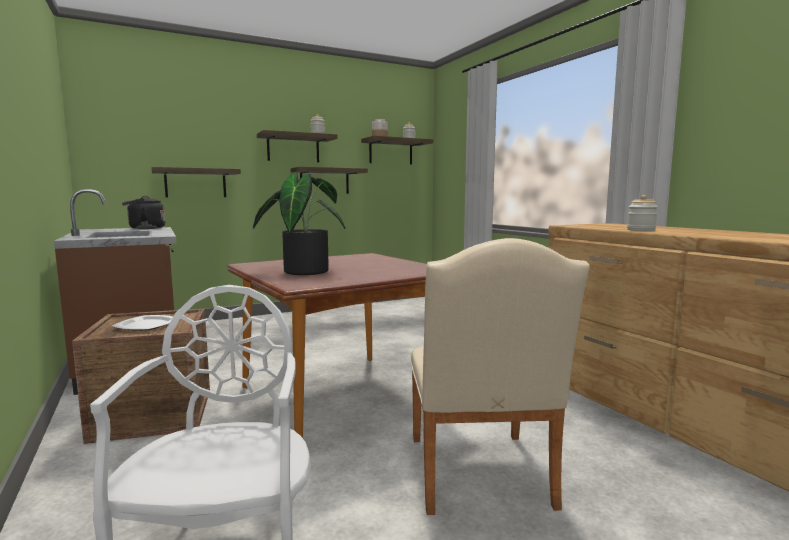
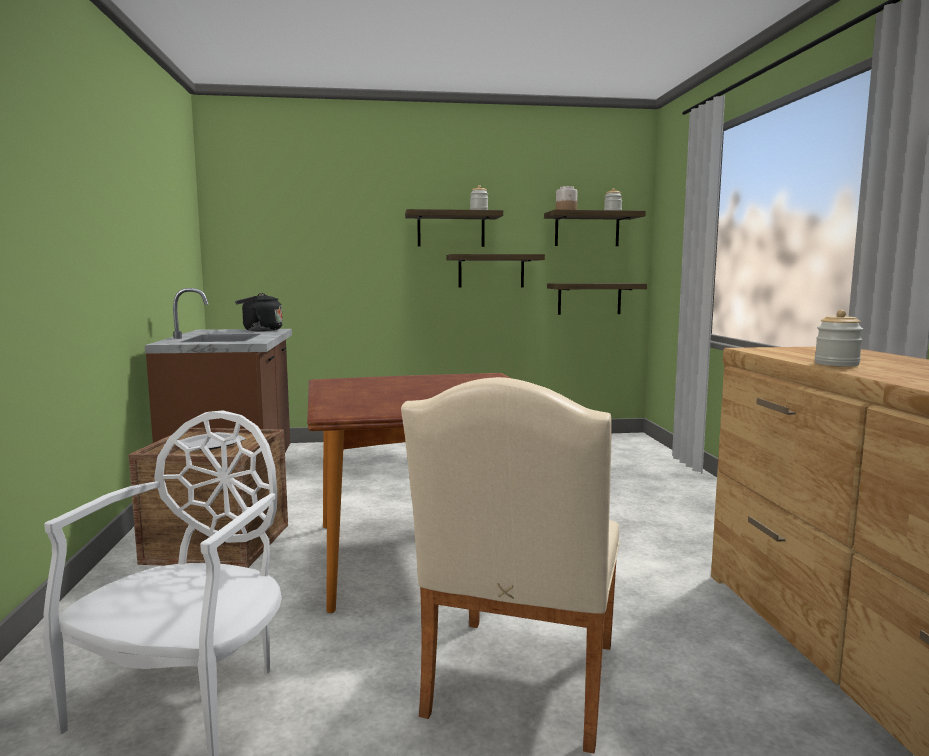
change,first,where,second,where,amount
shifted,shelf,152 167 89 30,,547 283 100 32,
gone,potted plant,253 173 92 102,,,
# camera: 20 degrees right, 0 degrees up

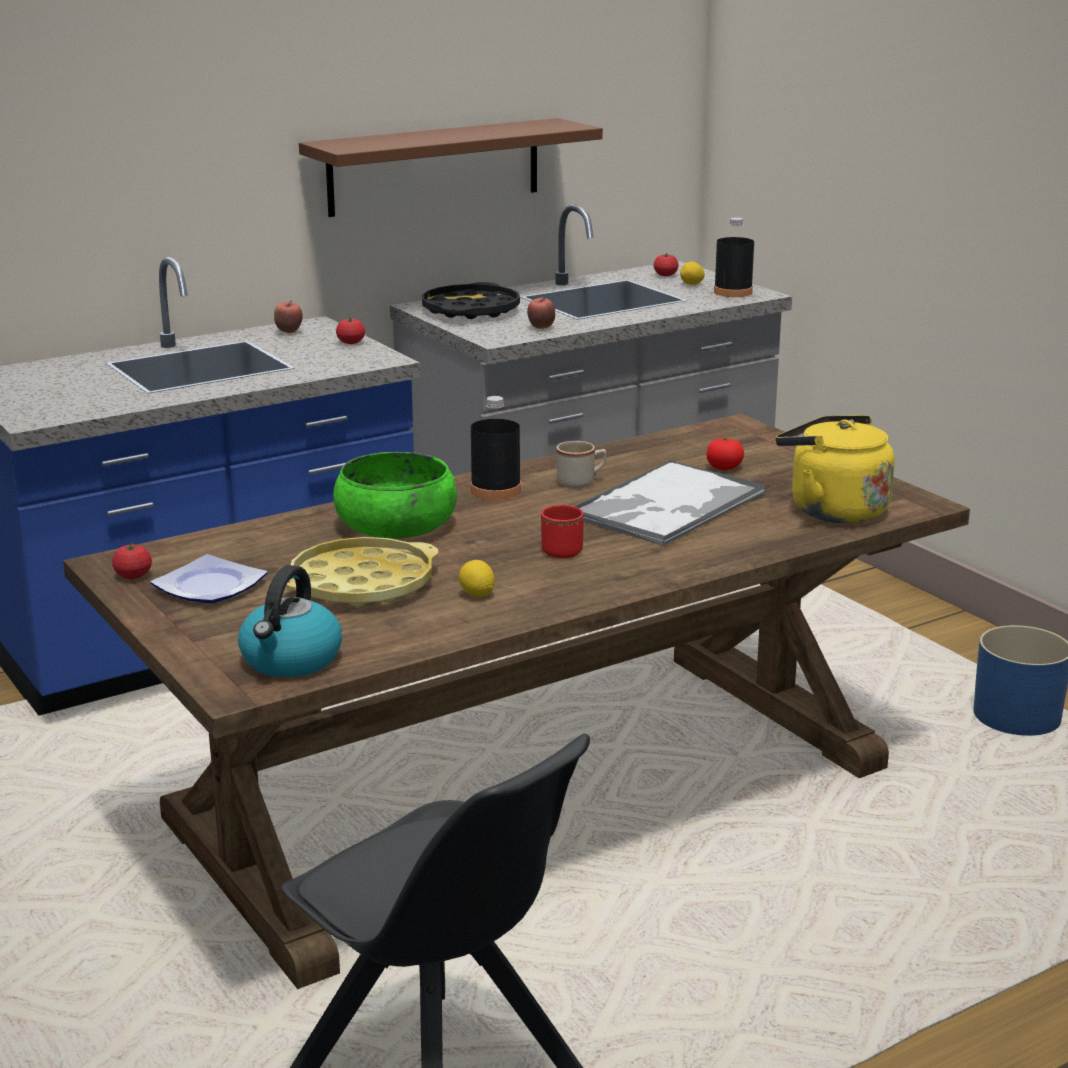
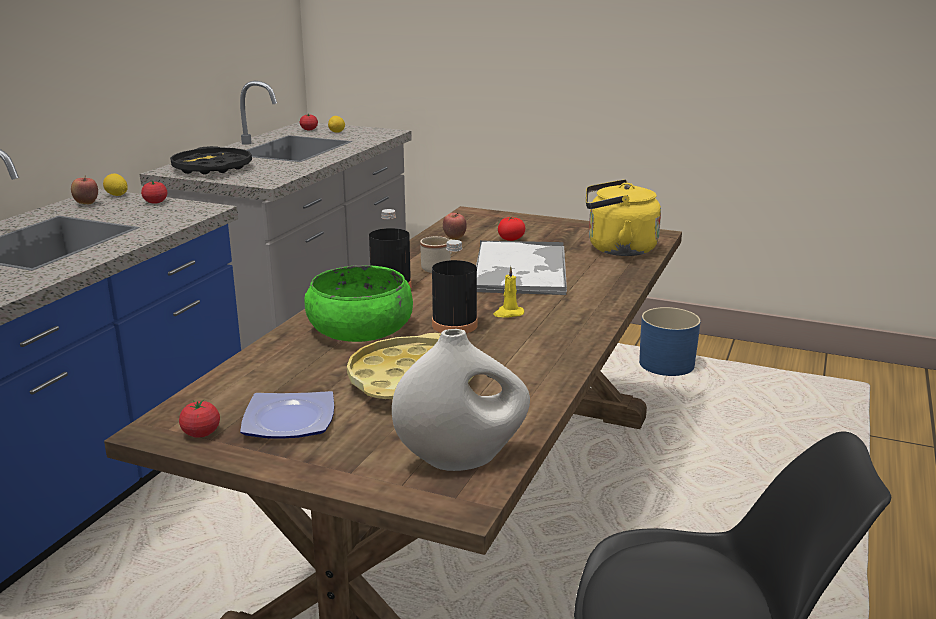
change,first,where,second,where,amount
gone,brown shelf,299 118 304 99,,,
shifted,black bottle,714 218 40 79,,432 240 46 93,
shifted,apple,527 297 28 32,,443 212 24 27,
swapped,red mug,541 505 43 53,yellow candle,493 266 31 51,
shifted,lemon,459 560 36 37,,103 173 25 23,
swapped,kettle,238 565 104 112,white vase,392 329 138 142,
# camera: 35 degrees left, 0 degrees up

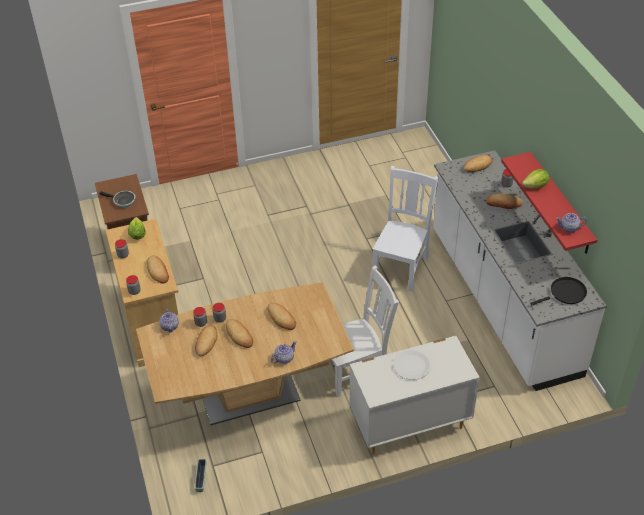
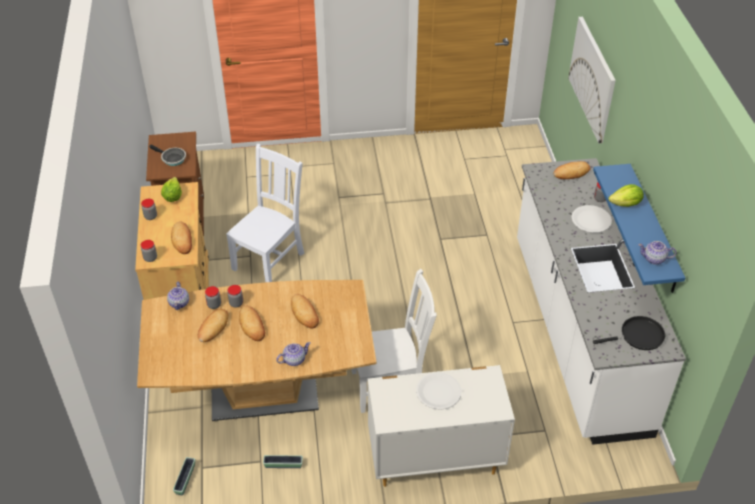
change,first,where,second,where,amount
repainted,red shelf,501 152 96 102,blue shelf,593 164 92 129,
shifted,white chair,372 166 67 126,,226 144 79 138,
swapped,bread,486 193 37 16,white plate,571 205 41 28,
new,,,picture,568 17 48 127,
new,,,planter,263 455 40 13,
# camera: 10 degrees right, 0 degrees up

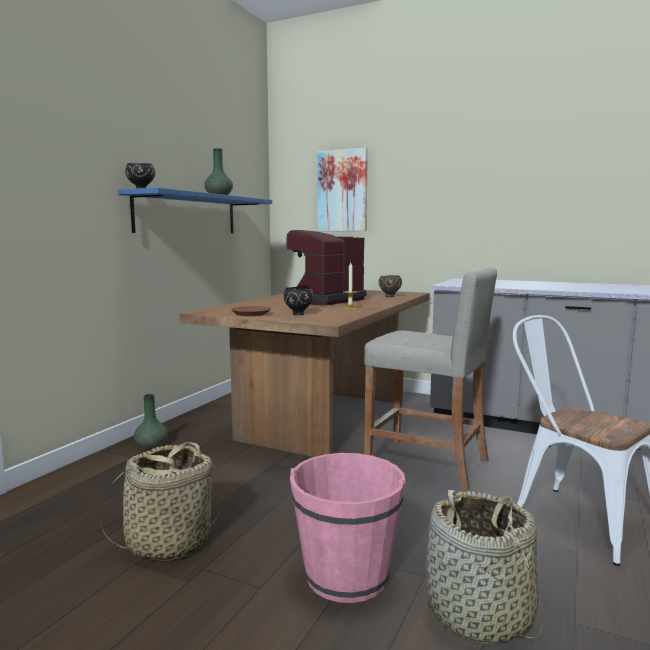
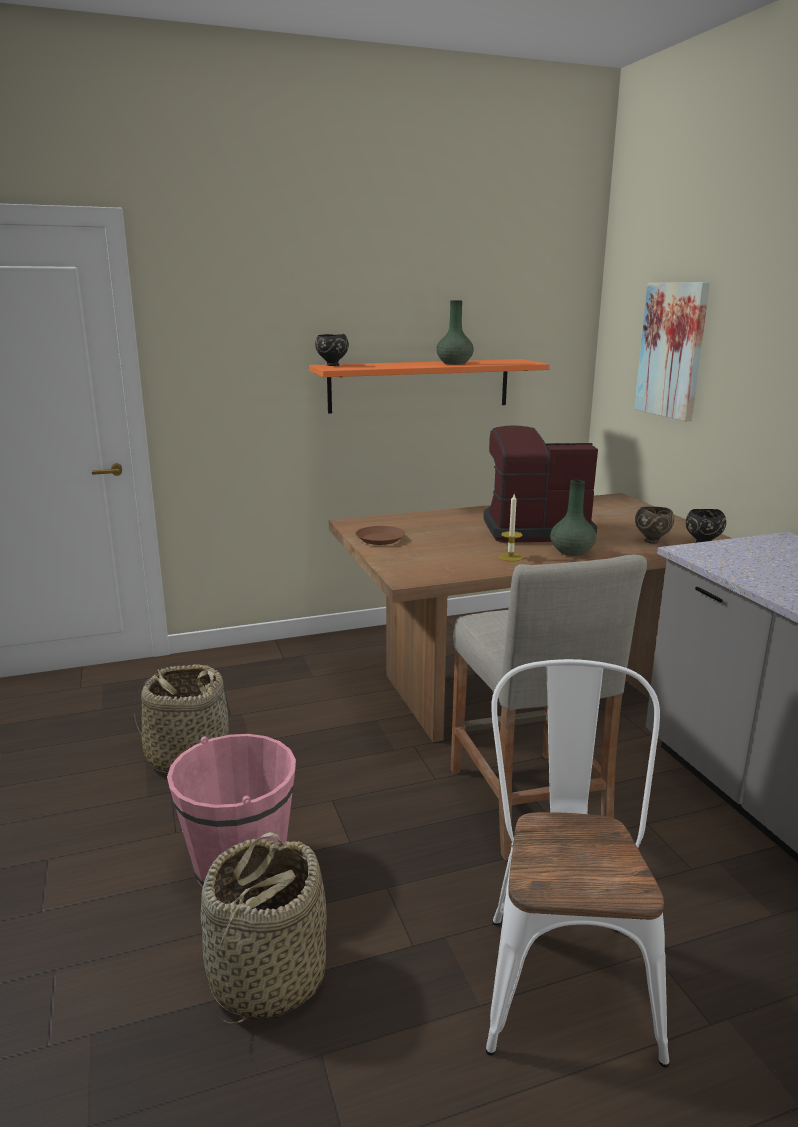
change,first,where,second,where,amount
repainted,blue shelf,118 188 154 45,orange shelf,309 359 241 55,
shifted,black bowl,283 286 30 29,,686 509 40 34,
shifted,green vase,134 394 34 55,,550 480 46 76,
# camera: 45 degrees right, 10 degrees up

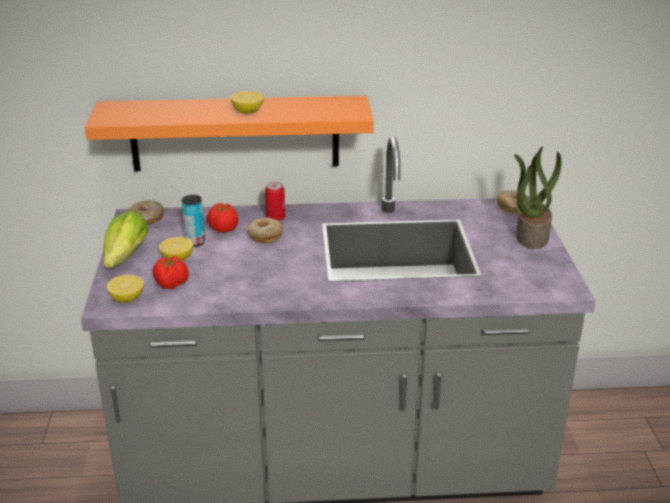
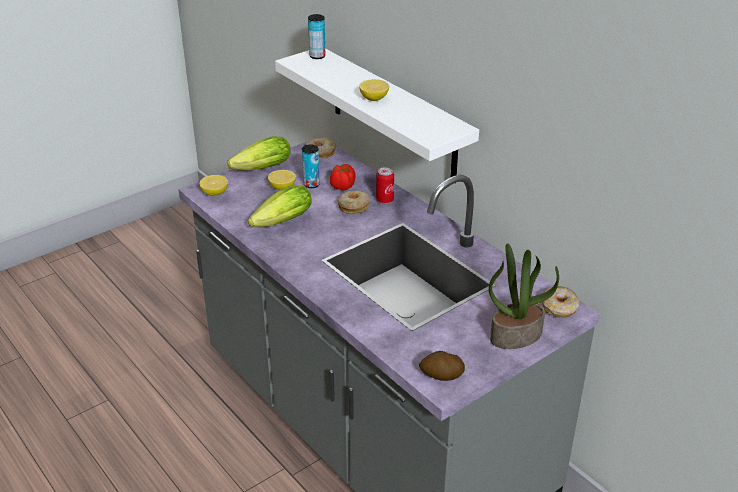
change,first,where,second,where,amount
repainted,orange shelf,85 96 289 75,white shelf,275 49 204 135,
gone,tomato,152 256 37 33,,,
new,,,can,308 14 17 45,
new,,,lettuce,248 185 64 42,
new,,,potato,419 351 46 30,
# camera: 55 degrees right, 5 degrees up

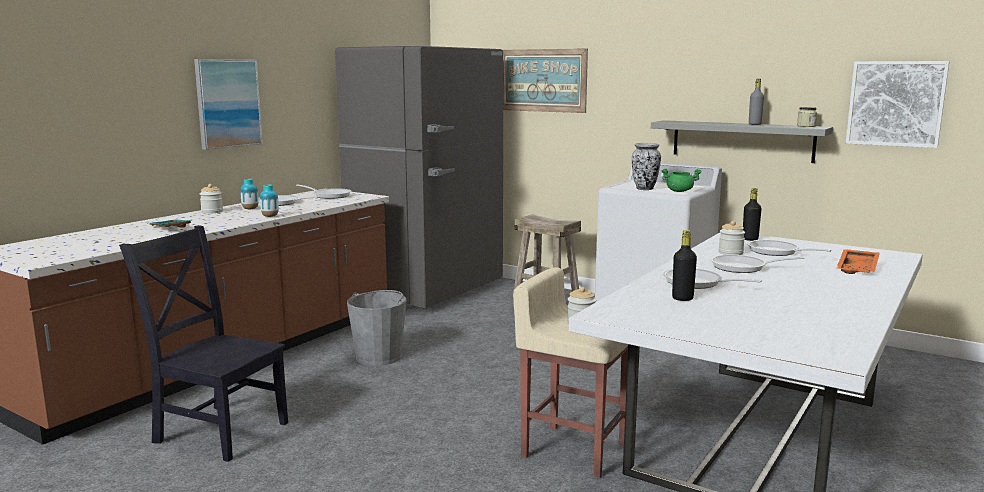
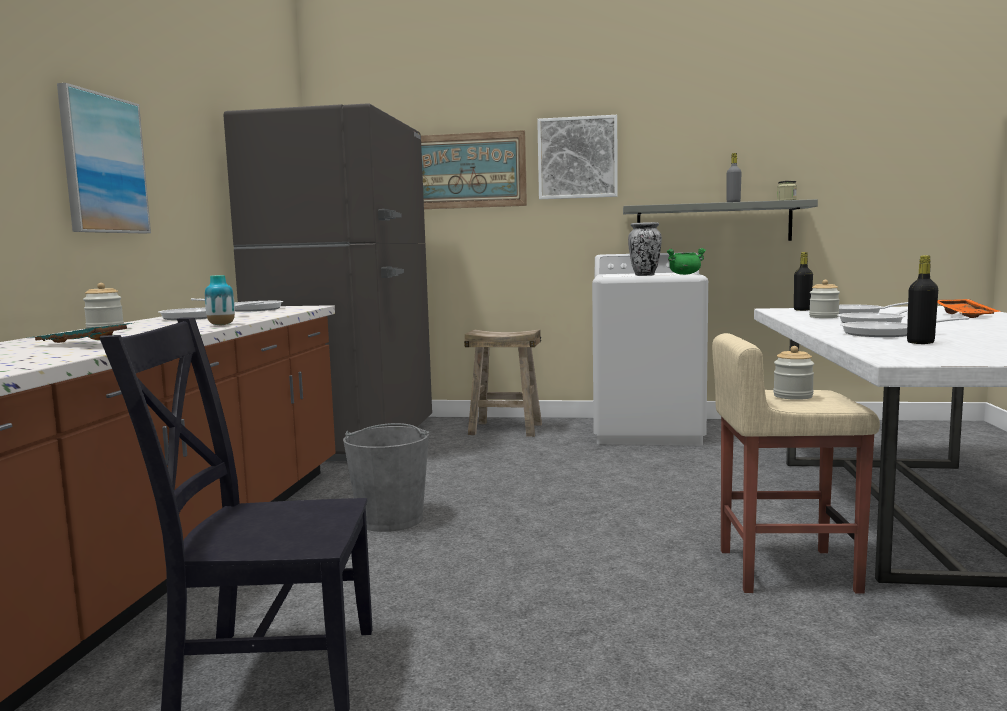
change,first,where,second,where,amount
shifted,picture,846 61 104 87,,537 115 81 84,
gone,vase,241 179 17 31,,,
# camera: 25 degrees left, 5 degrees down

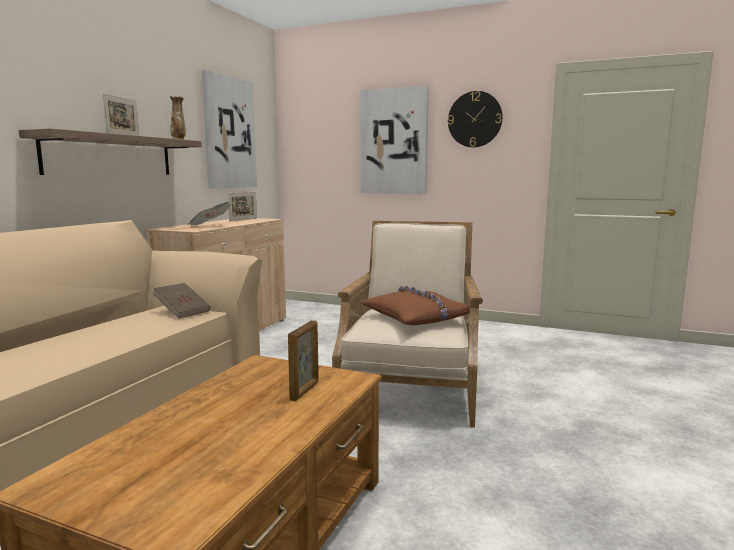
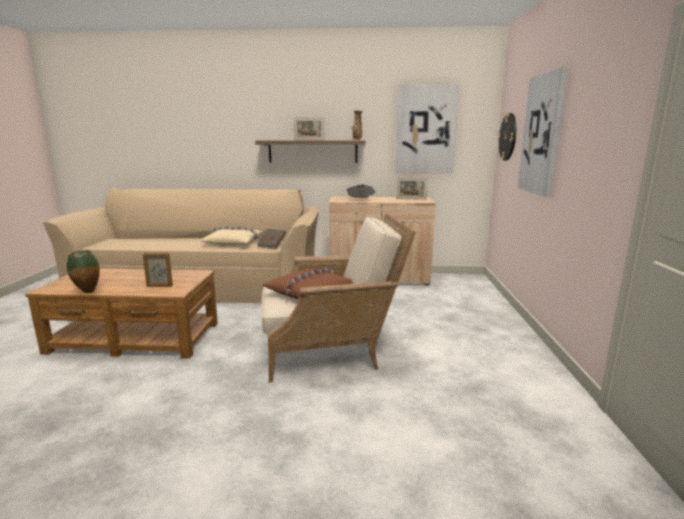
change,first,where,second,where,amount
shifted,wall clock,448 91 55 56,,497 113 19 48,
new,,,beige pillow,200 226 63 19,
new,,,vase,67 250 33 43,
# camera: 70 degrees right, 5 degrees up

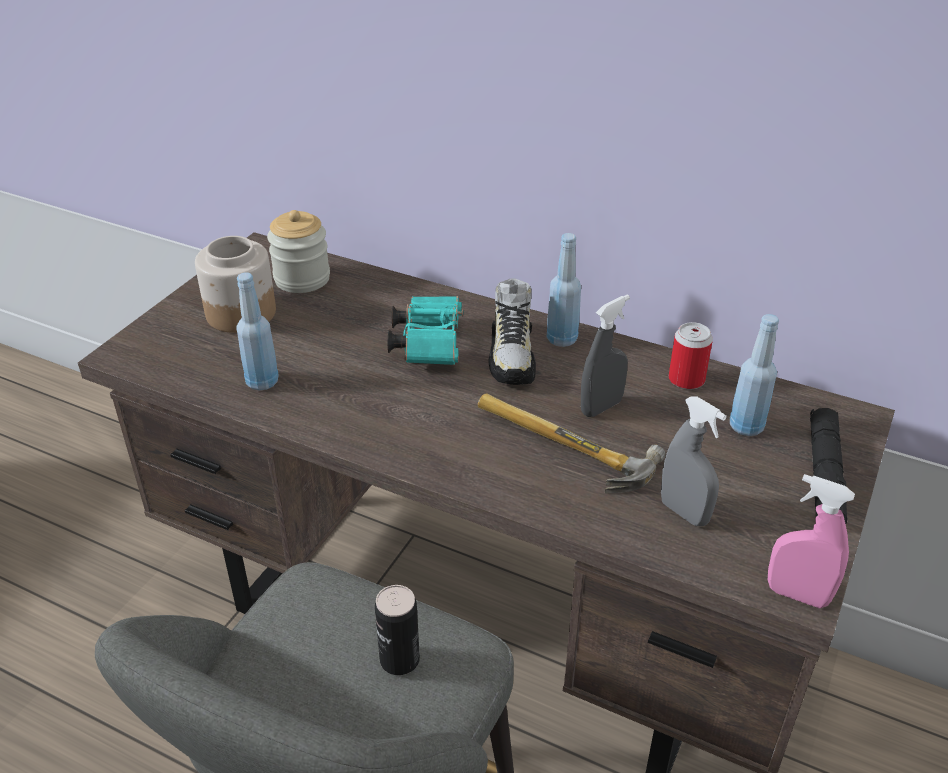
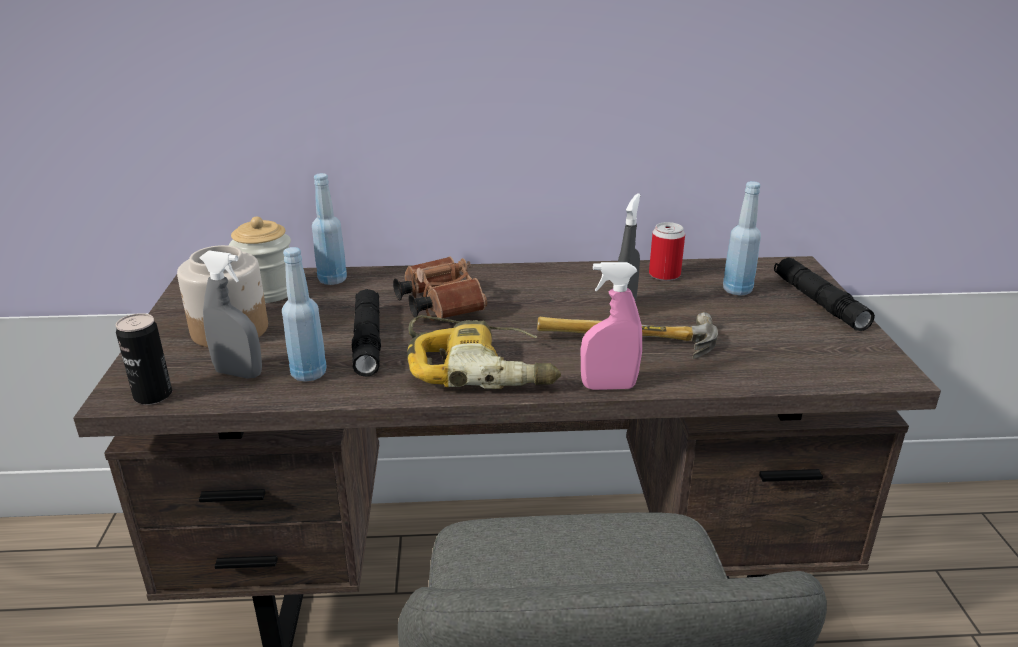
change,first,where,second,where,amount
shifted,blue bottle,547 233 34 114,,312 173 35 112,
gone,shoe,488 279 48 106,,,
repainted,turquoise binoculars,388 296 75 69,brown binoculars,393 256 94 65,
shifted,grey spray bottle,661 396 66 130,,199 251 63 128,
shifted,pink spray bottle,768 474 87 134,,581 262 61 128,
shifted,can,375 585 45 90,,116 313 56 92,
new,,,black flashlight,352 289 29 88,
new,,,power drill,407 315 154 74,
# camera: 30 degrees left, 10 degrees down

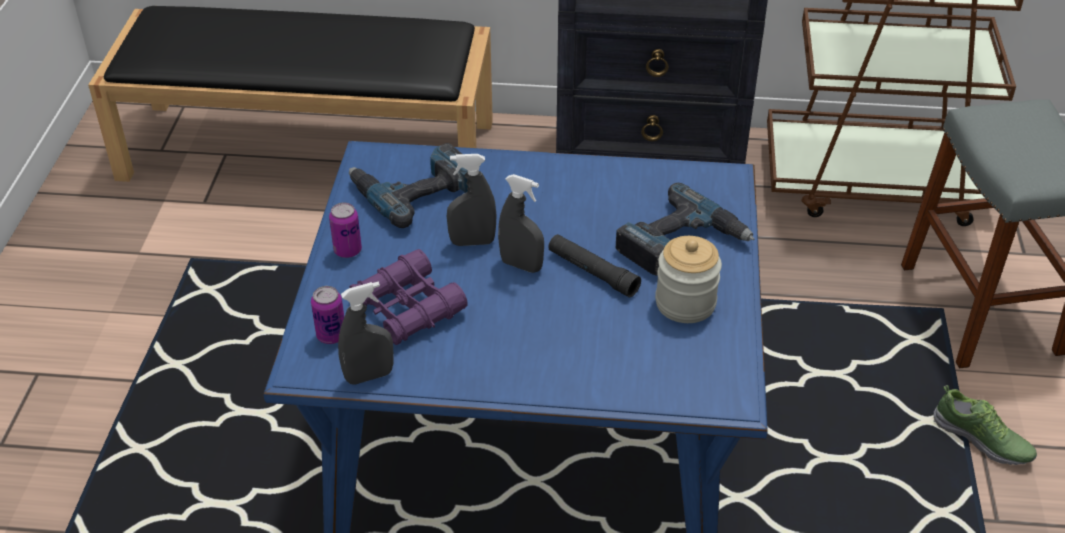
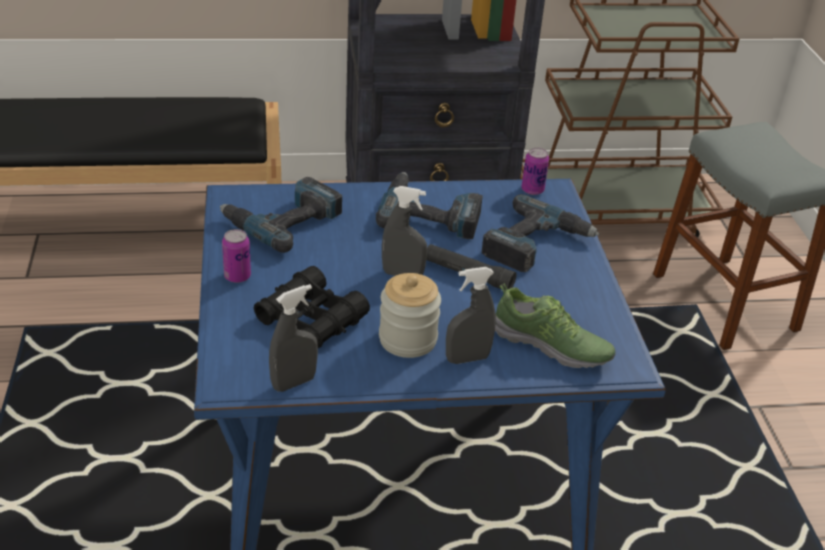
change,first,where,second,where,amount
shifted,grey spray bottle,447 154 50 92,,446 267 50 97,
shifted,jar,655 236 67 87,,379 273 62 85,
repainted,purple binoculars,349 249 119 96,black binoculars,254 266 116 82,
shifted,can,311 286 33 58,,521 148 28 47,
shifted,shoe,934 385 103 80,,495 283 121 85,
new,,,power drill,376 172 107 67,
# camera: 15 degrees left, 5 degrees down

